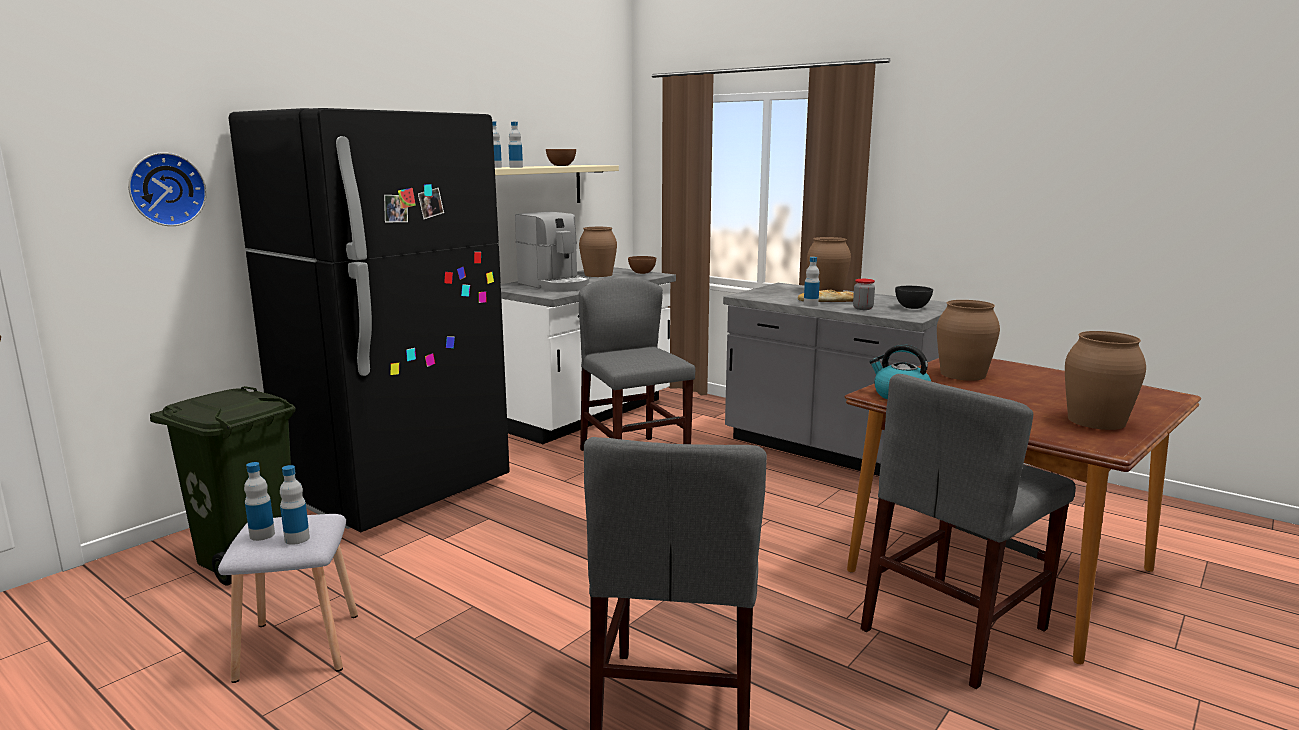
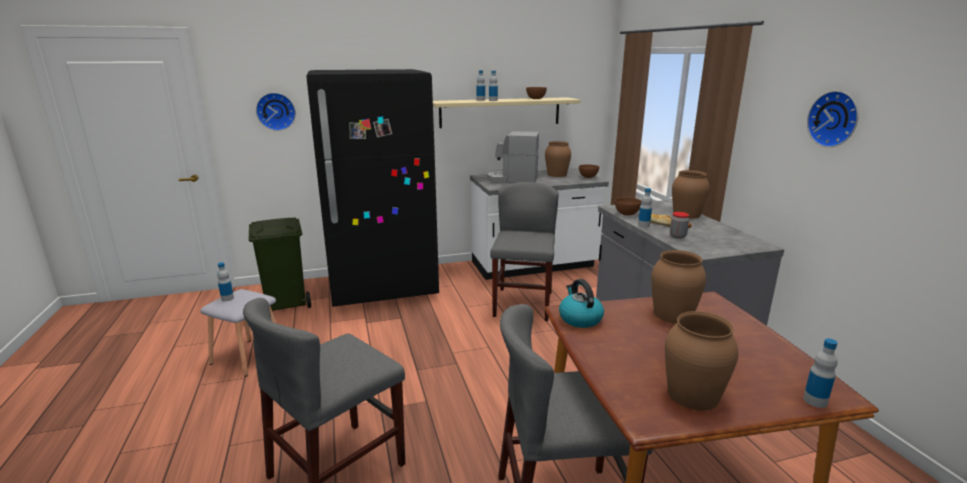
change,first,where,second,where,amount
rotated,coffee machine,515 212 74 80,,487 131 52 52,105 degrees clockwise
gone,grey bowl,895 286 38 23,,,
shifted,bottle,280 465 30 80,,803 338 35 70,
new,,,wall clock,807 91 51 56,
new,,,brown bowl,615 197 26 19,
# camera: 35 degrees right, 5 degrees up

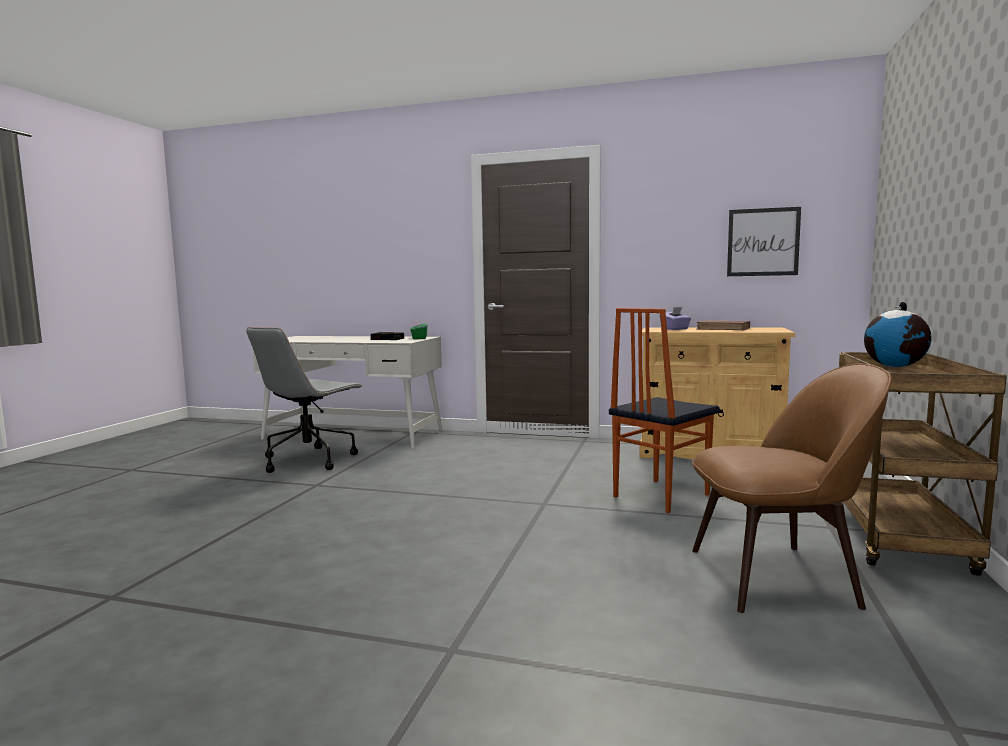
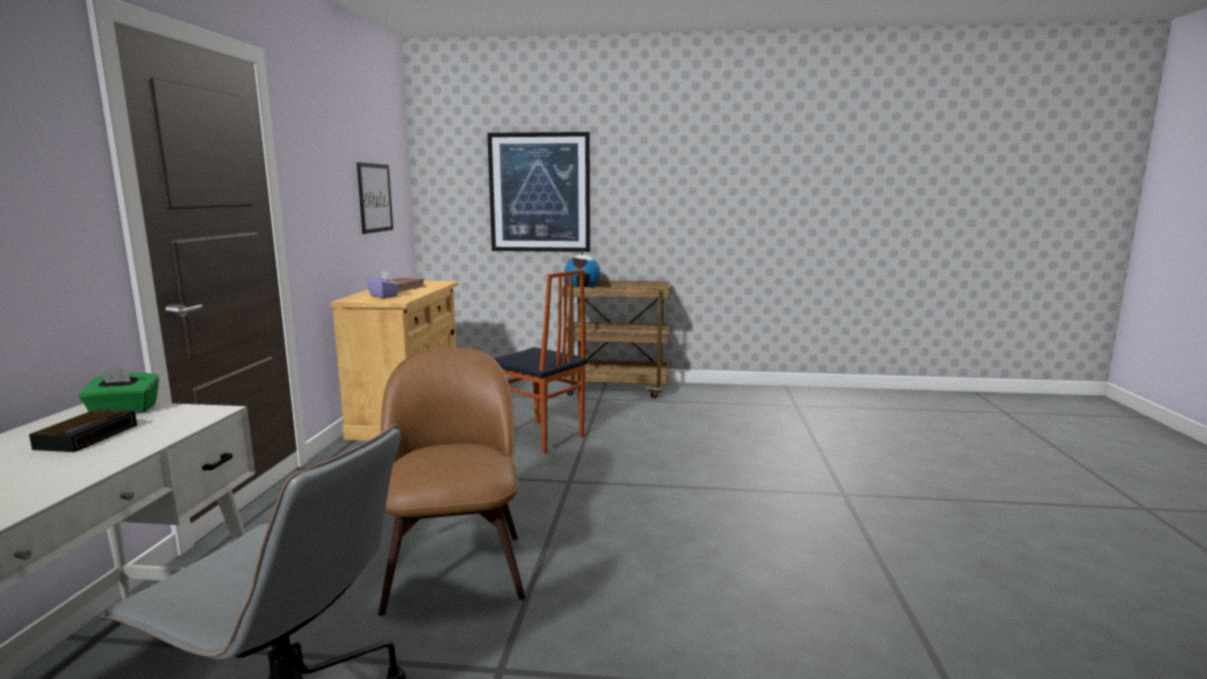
change,first,where,second,where,amount
shifted,brown chair,692 364 200 249,,378 347 148 269,
new,,,picture,487 132 103 120,
# camera: 100 degrees left, 5 degrees up

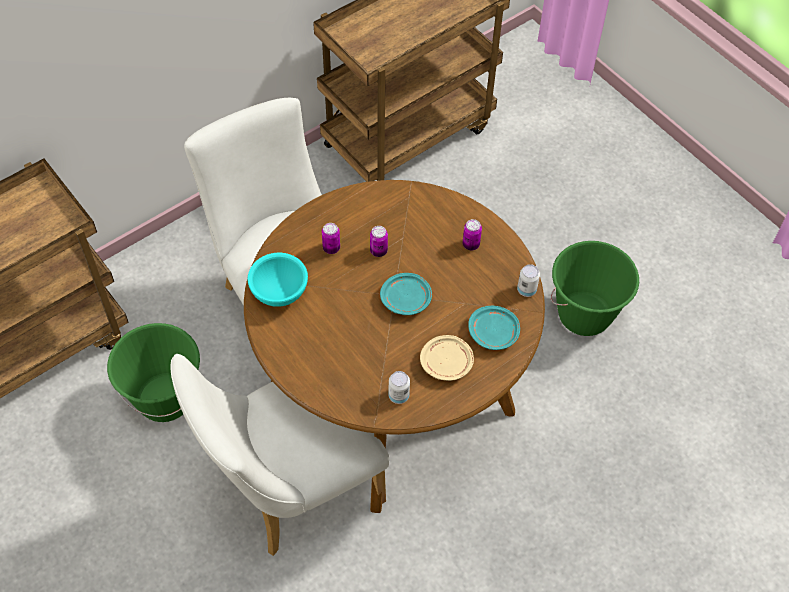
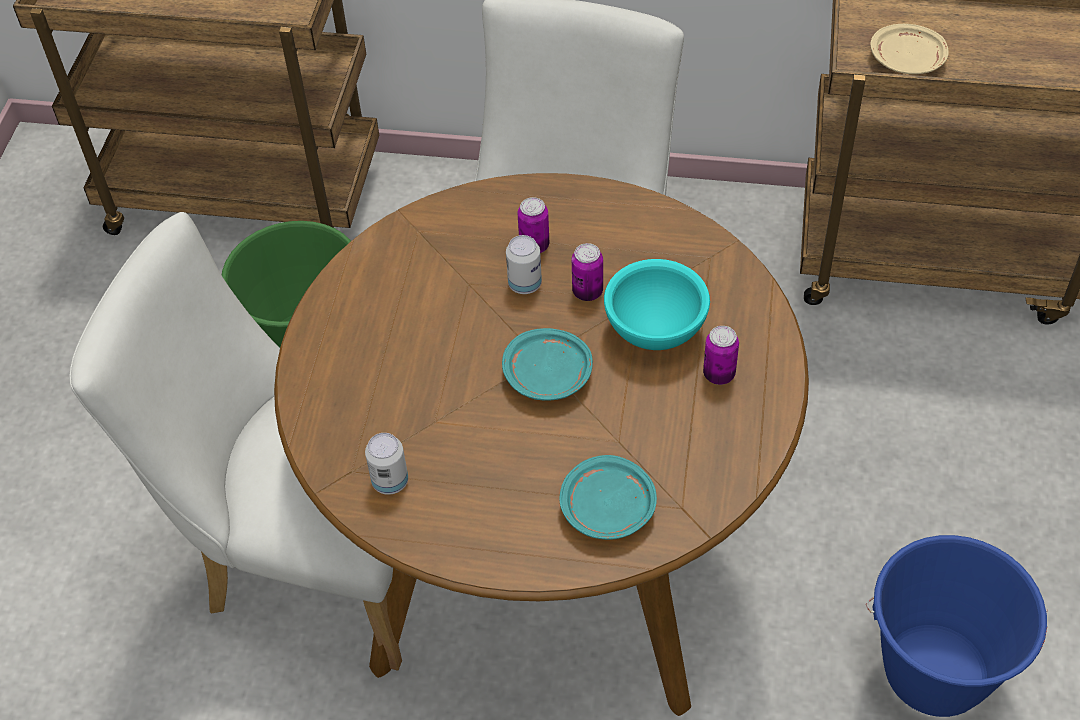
change,first,where,second,where,amount
repainted,green bucket,551 241 88 95,blue bucket,866 535 182 182,
shifted,turquoise bowl,247 253 61 54,,604 259 106 91,
shifted,can,517 264 23 33,,506 235 36 59,
shifted,beige plate,420 335 54 46,,870 24 79 50,
# camera: 50 degrees right, 5 degrees down

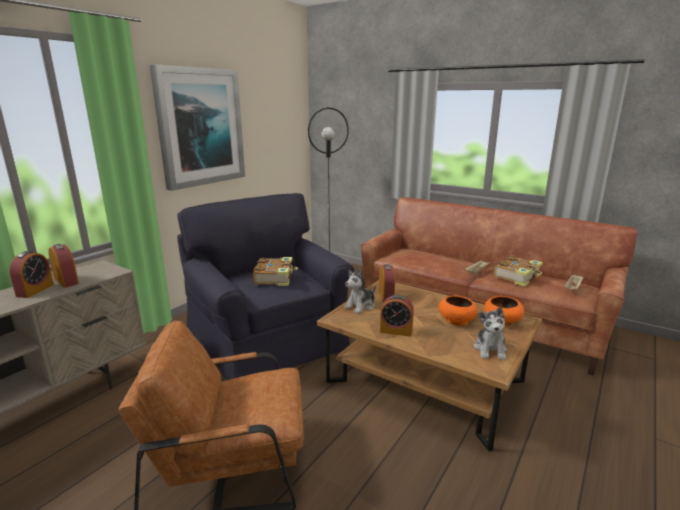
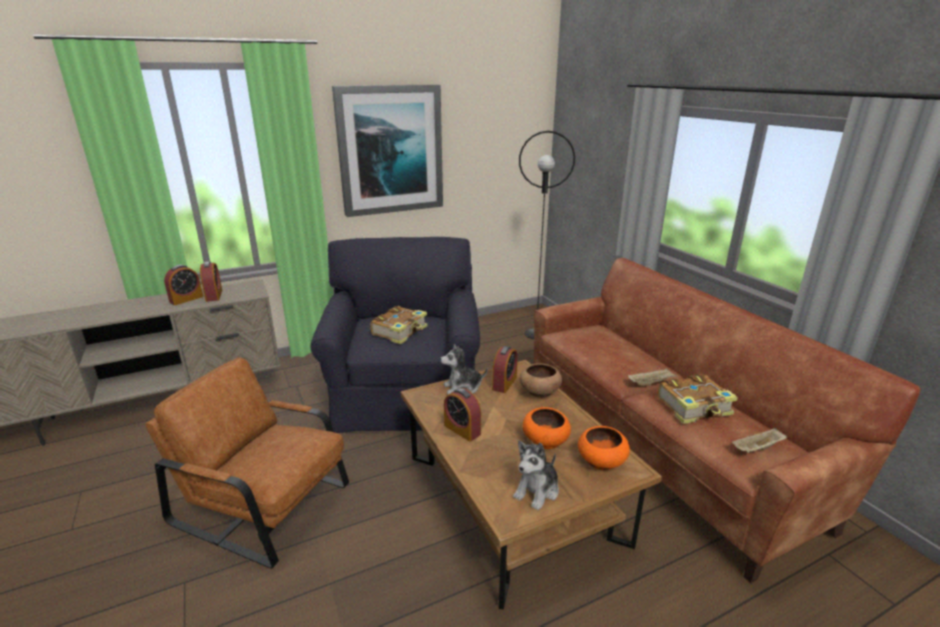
change,first,where,second,where,amount
new,,,brown bowl,520 363 42 35,
# camera: 30 degrees right, 5 degrees up

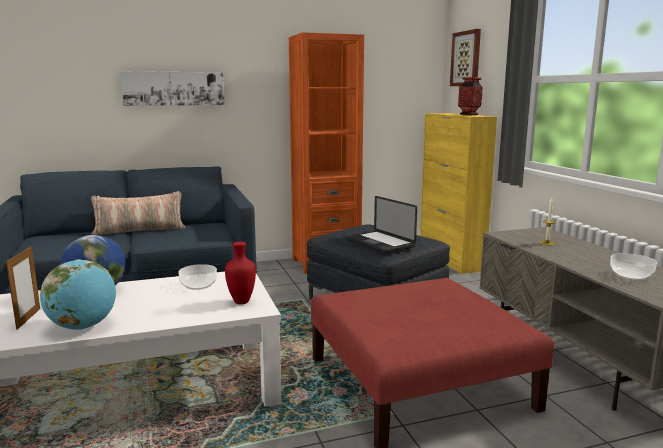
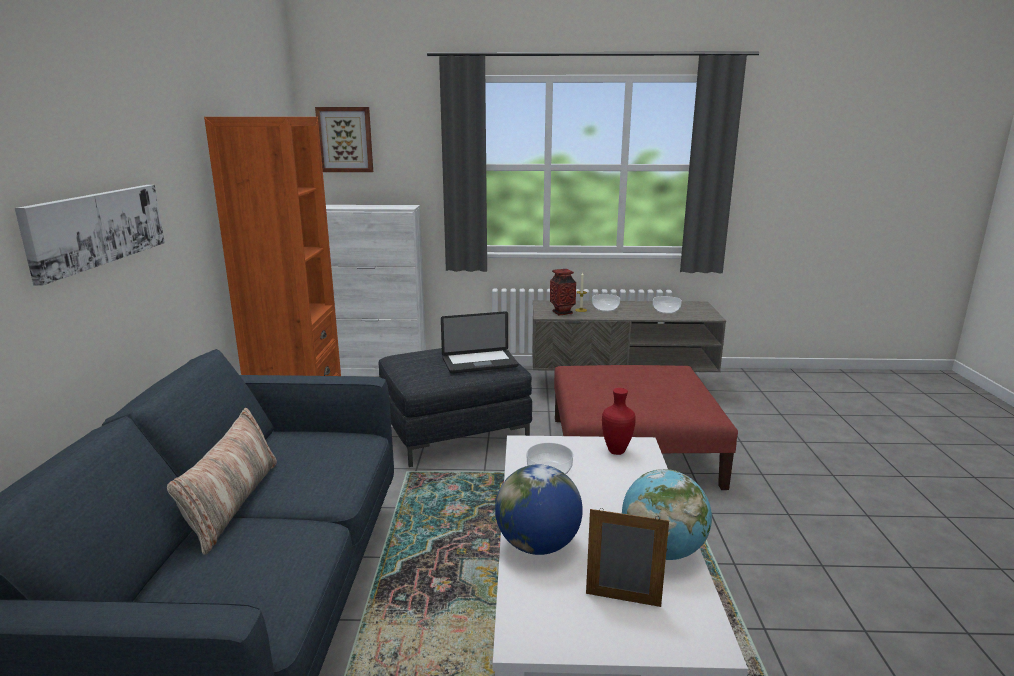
change,first,where,second,where,amount
shifted,vase,458 77 25 38,,550 269 26 47,
repainted,yellow cabinet,420 113 77 161,white cabinet,326 205 100 171,
new,,,bowl,592 294 28 18,
# camera: 70 degrees left, 5 degrees up

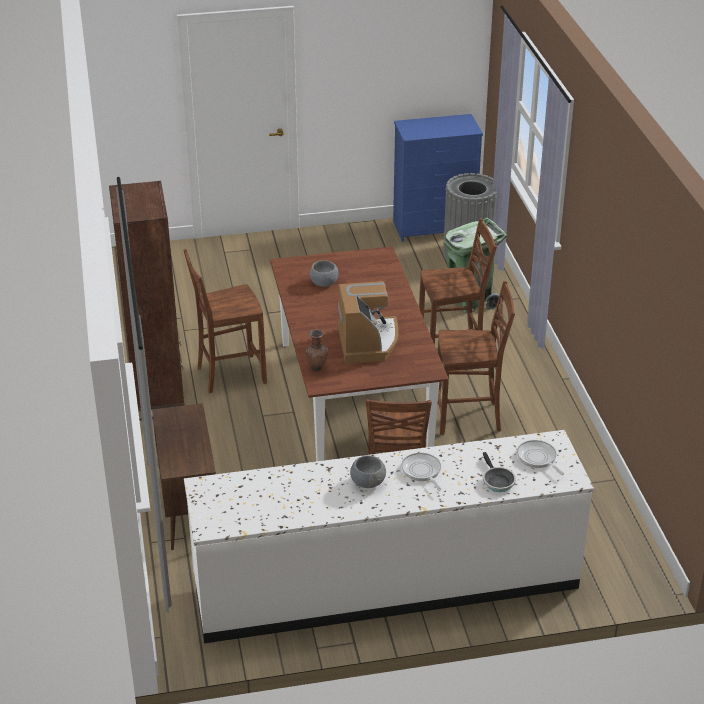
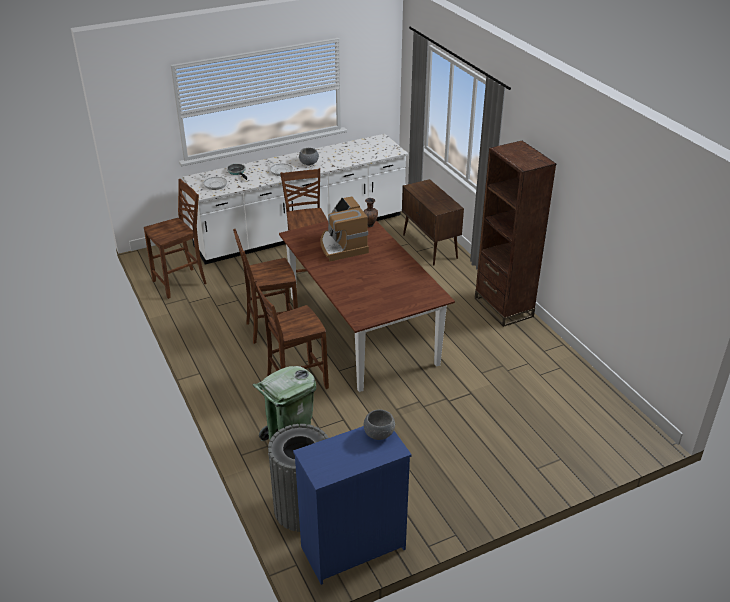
change,first,where,second,where,amount
shifted,brown chair,184 249 83 144,,144 179 63 120,
shifted,grey bowl,310 261 29 26,,364 409 31 31,
# camera: 165 degrees right, 0 degrees up

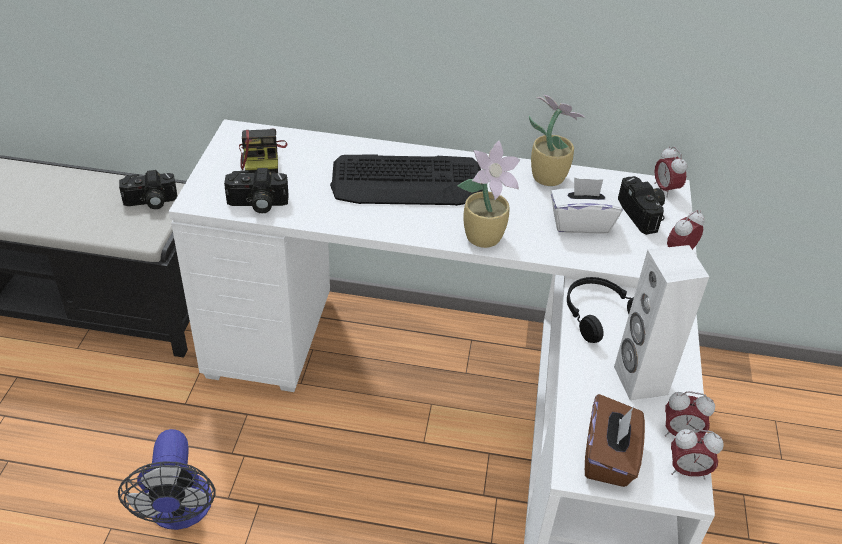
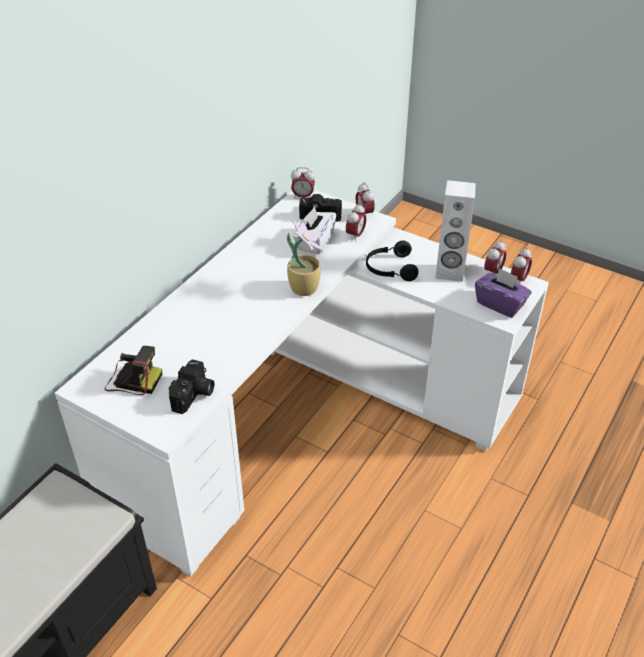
change,first,where,second,where,amount
gone,potted plant,529 95 57 91,,,
gone,keyboard,330 154 153 52,,,
gone,photo camera,119 170 58 39,,,
repainted,brown tissue box,585 394 60 93,purple tissue box,475 268 57 50,
gone,fan,118 429 98 101,,,
new,,,alarm clock,346 204 21 38,
# camera: 65 degrees left, 0 degrees up

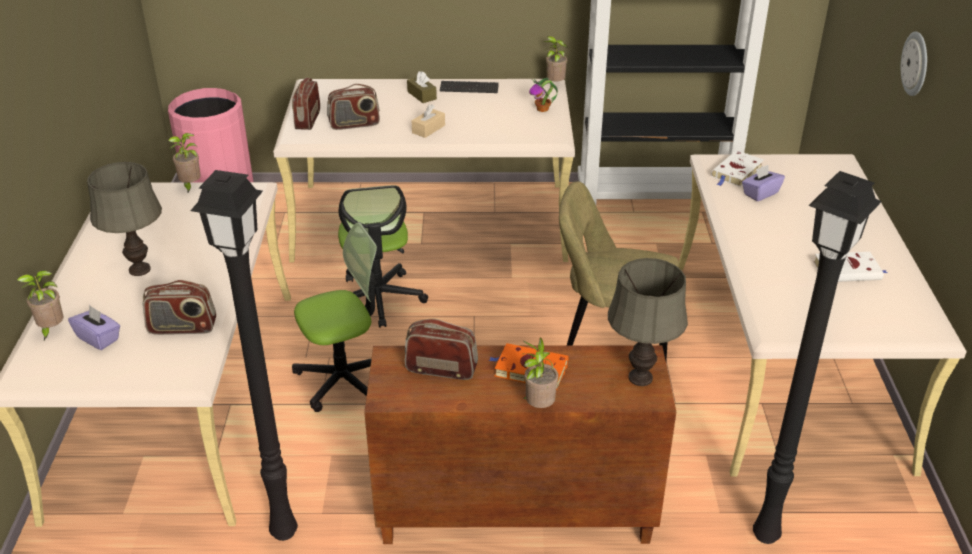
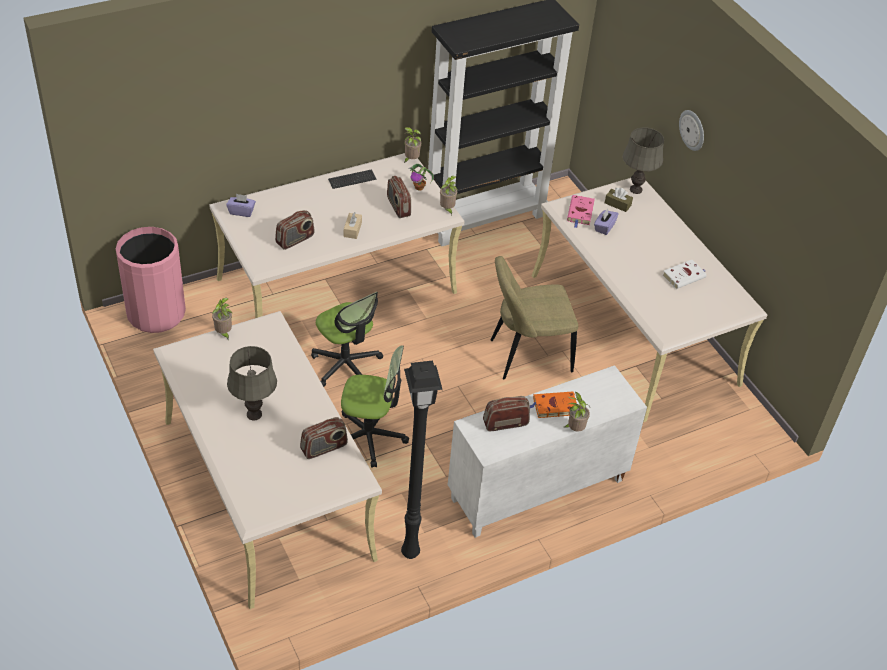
change,first,where,second,where,amount
shifted,brown tissue box,407 71 30 32,,605 188 28 24,
shifted,radio,292 78 28 52,,387 176 24 42,
repainted,white book,711 150 53 37,pink book,567 195 28 33,
gone,black floor lamp,753 171 129 373,,,
rotated,office chair,292 222 85 190,,341 345 68 123,60 degrees clockwise
shifted,grey table lamp,608 258 80 128,,623 127 41 67,
shifted,potted plant,17 271 47 69,,440 176 18 39,
shifted,purple tissue box,68 305 52 45,,226 194 30 23,
repainted,brown cabinet,364 345 312 199,white cabinet,448 365 199 173,
# camera: 30 degrees left, 10 degrees up

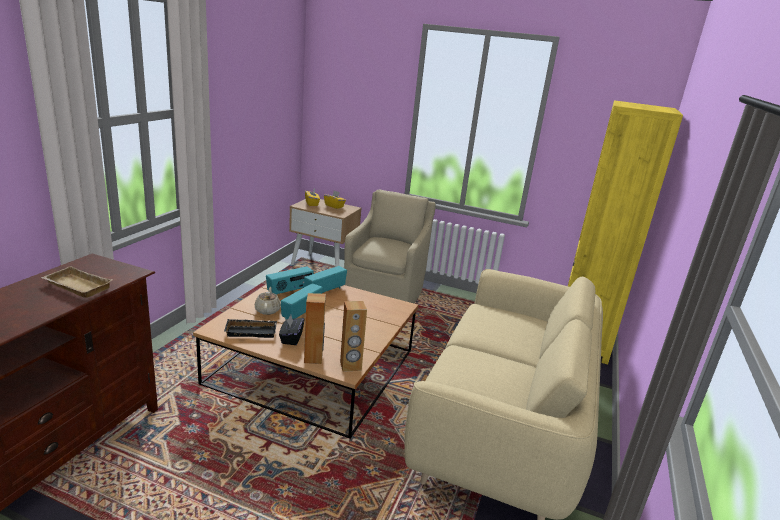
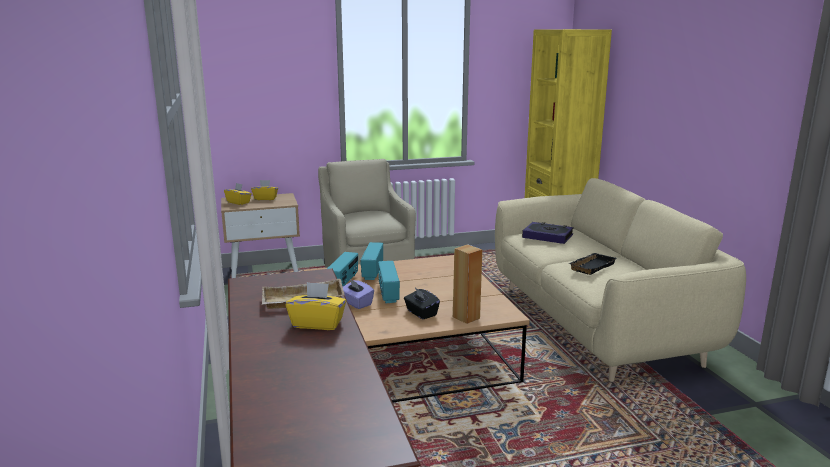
change,first,where,second,where,amount
swapped,beige teapot,255 287 26 28,purple tissue box,343 278 31 31,
gone,brown speaker,340 301 27 71,,,
shifted,black tray,224 319 53 19,,568 253 48 22,
new,,,book,522 222 52 22,
new,,,yellow tissue box,285 282 62 48,
# camera: 35 degrees left, 5 degrees down

